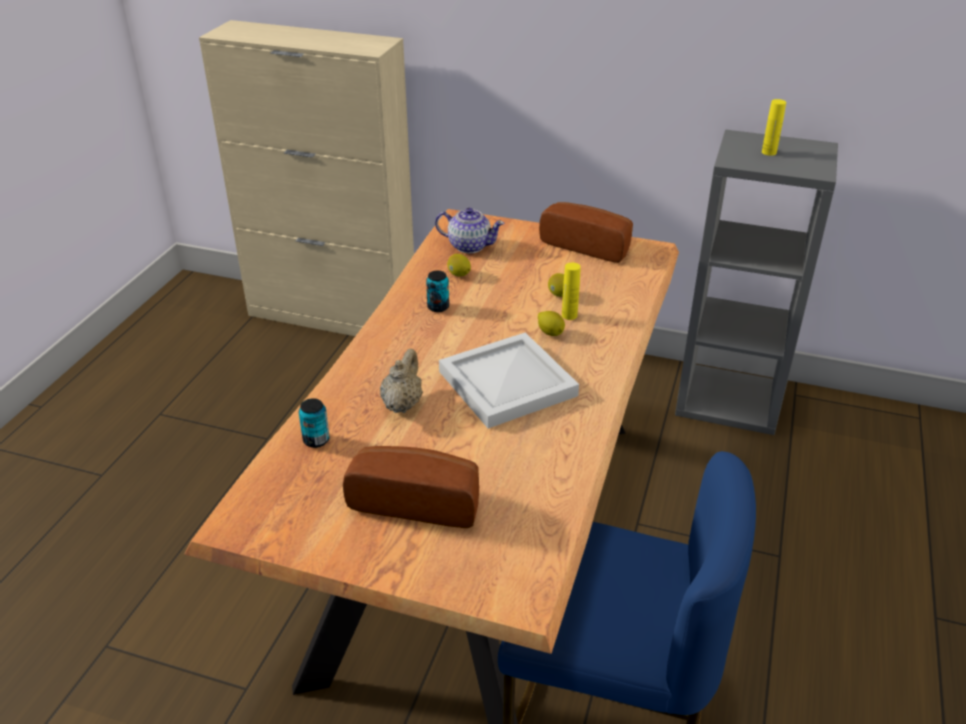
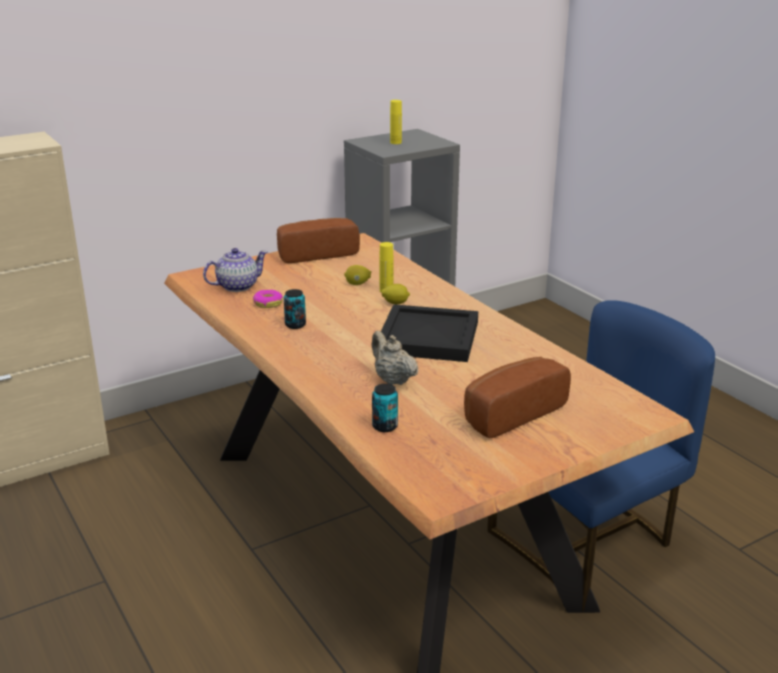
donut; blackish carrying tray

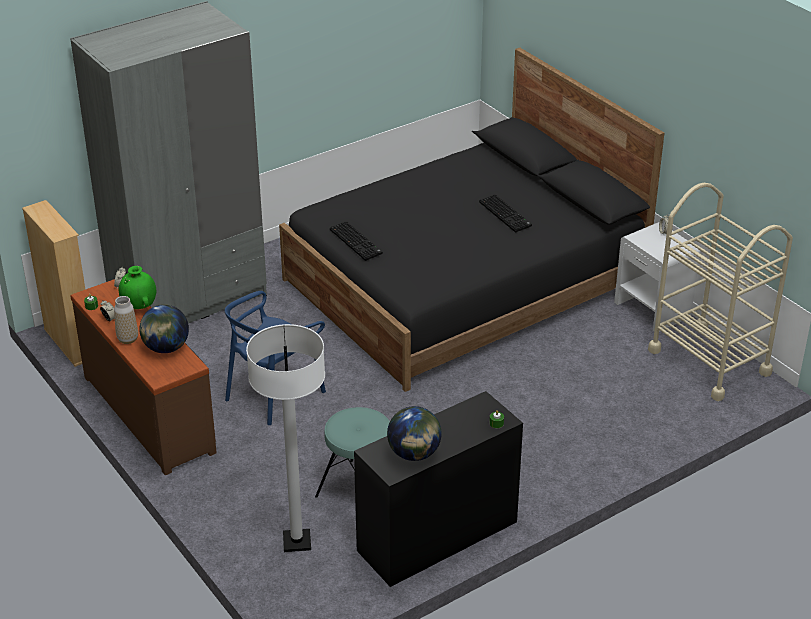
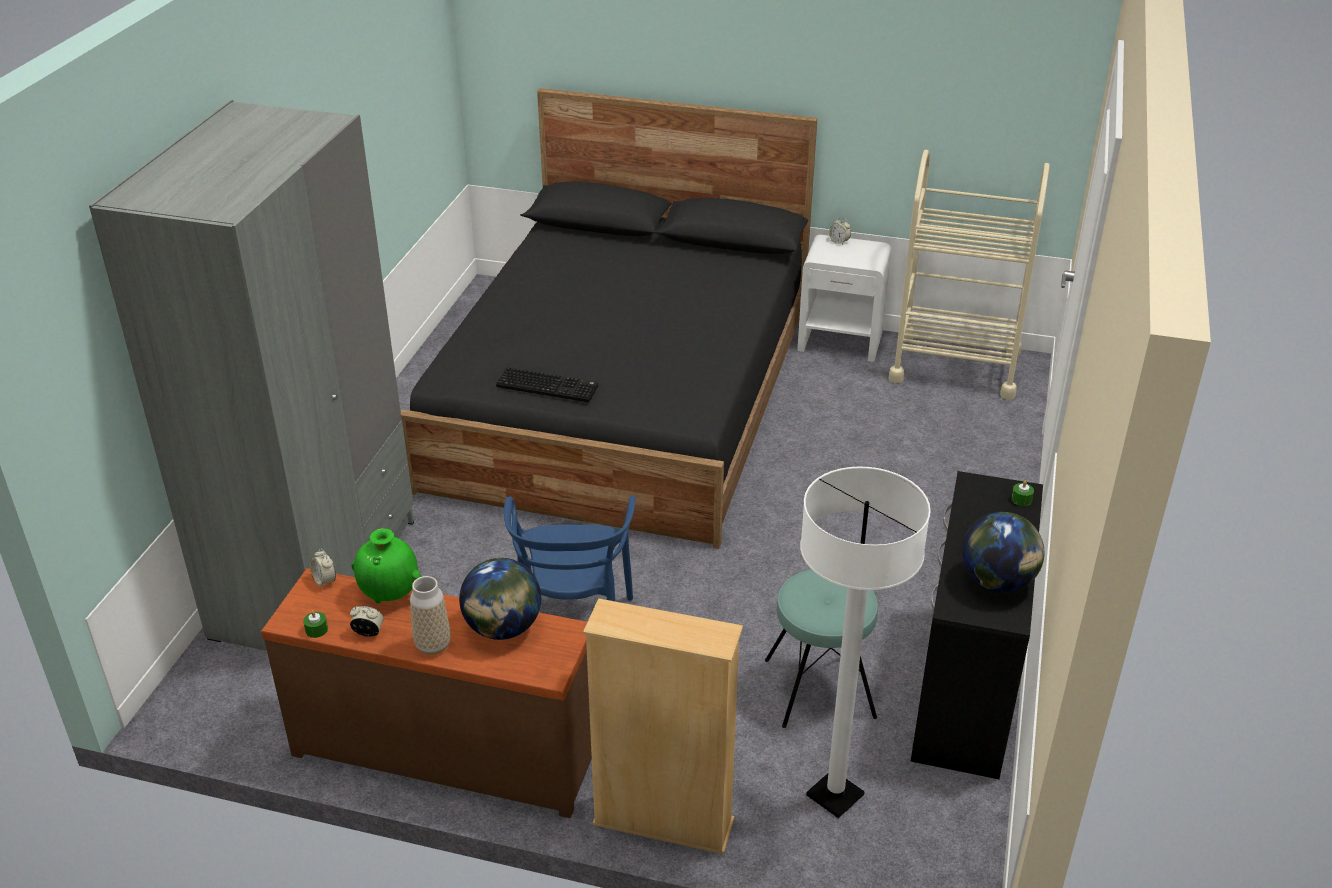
sand-coloured bookshelf; keyboard (2nd from left in the first image)

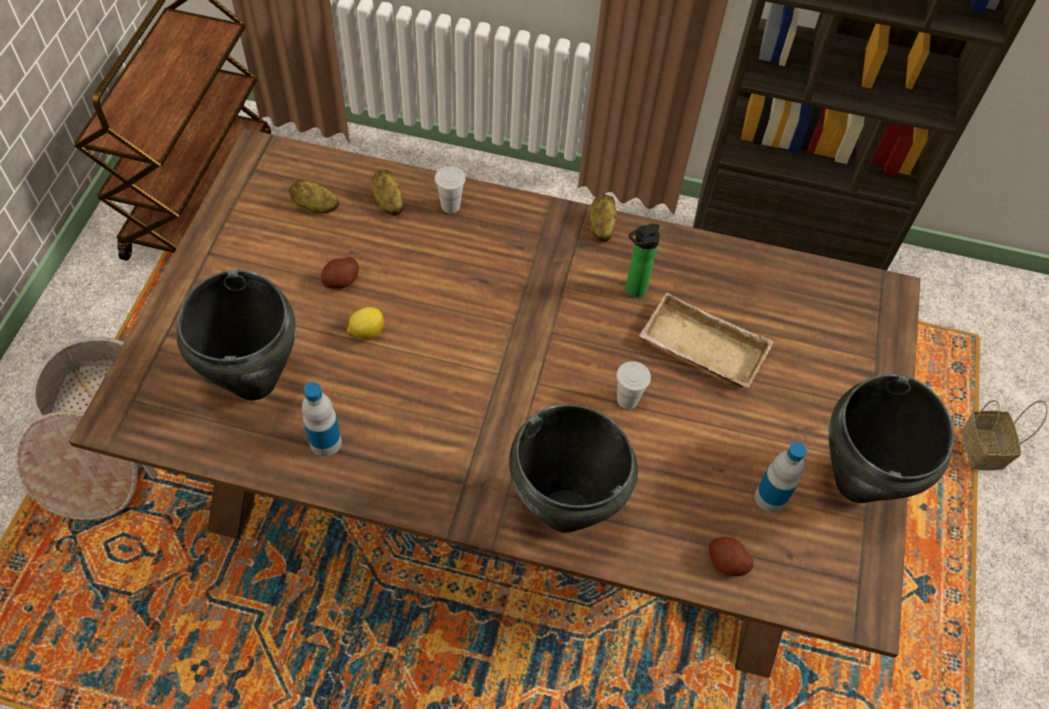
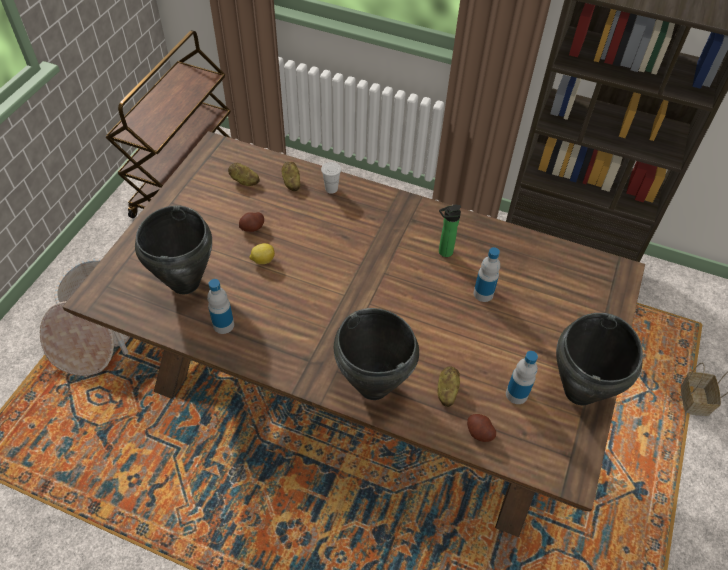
potato (4th from left); beverage bottle (3rd from left); white-coloured cup (2nd from left in the first image)

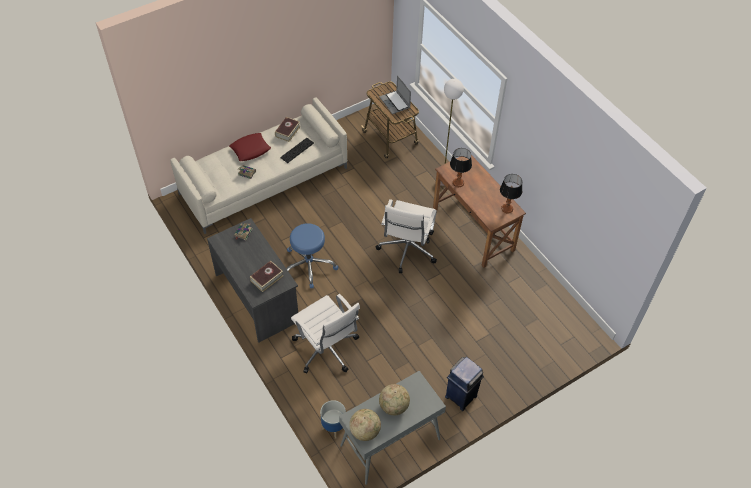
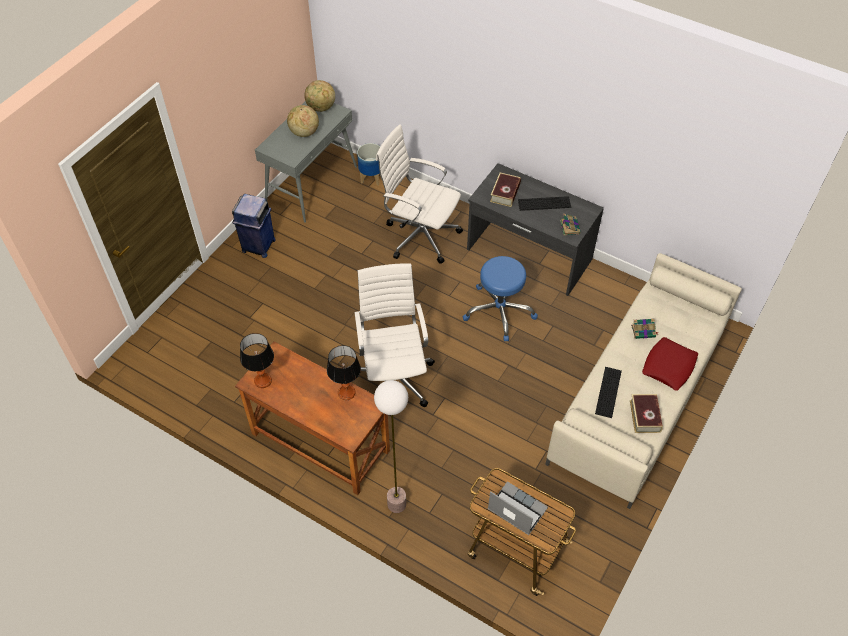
keyboard (1st from left)

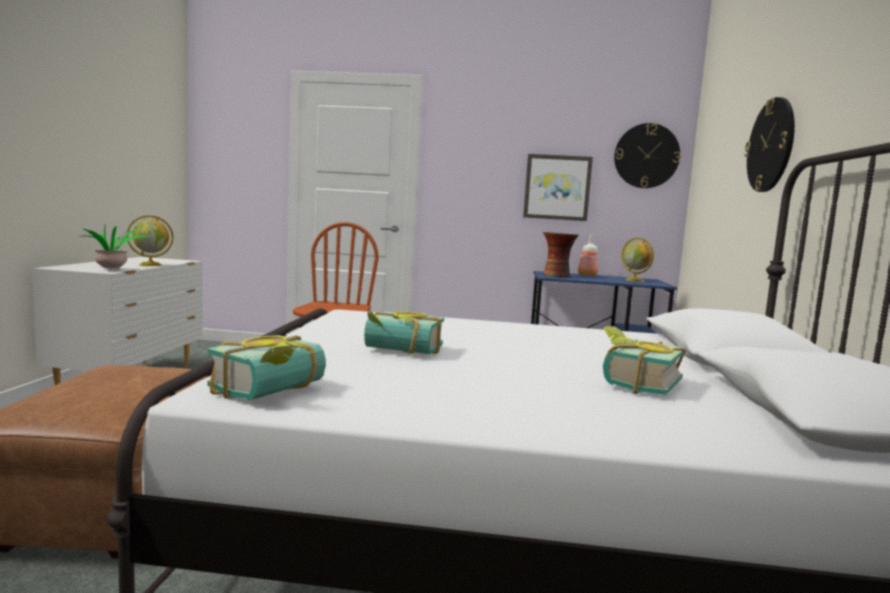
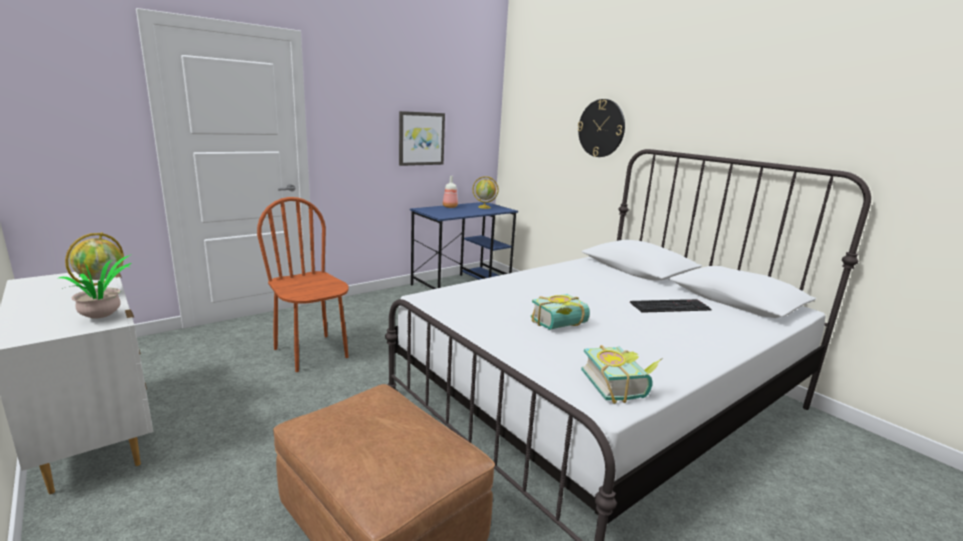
keyboard; vase; wall clock (1st from left in the first image)

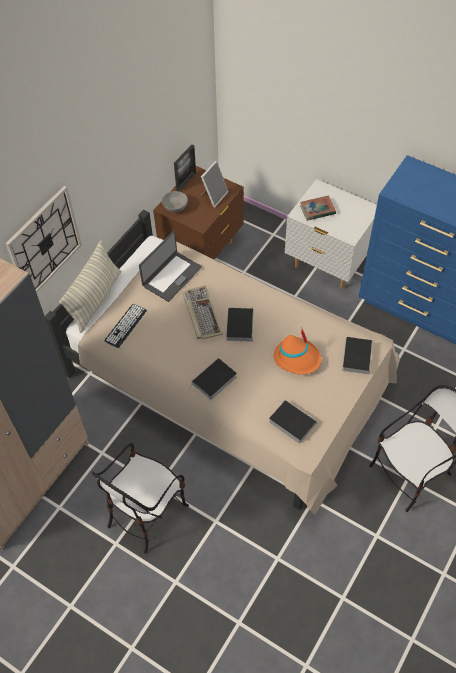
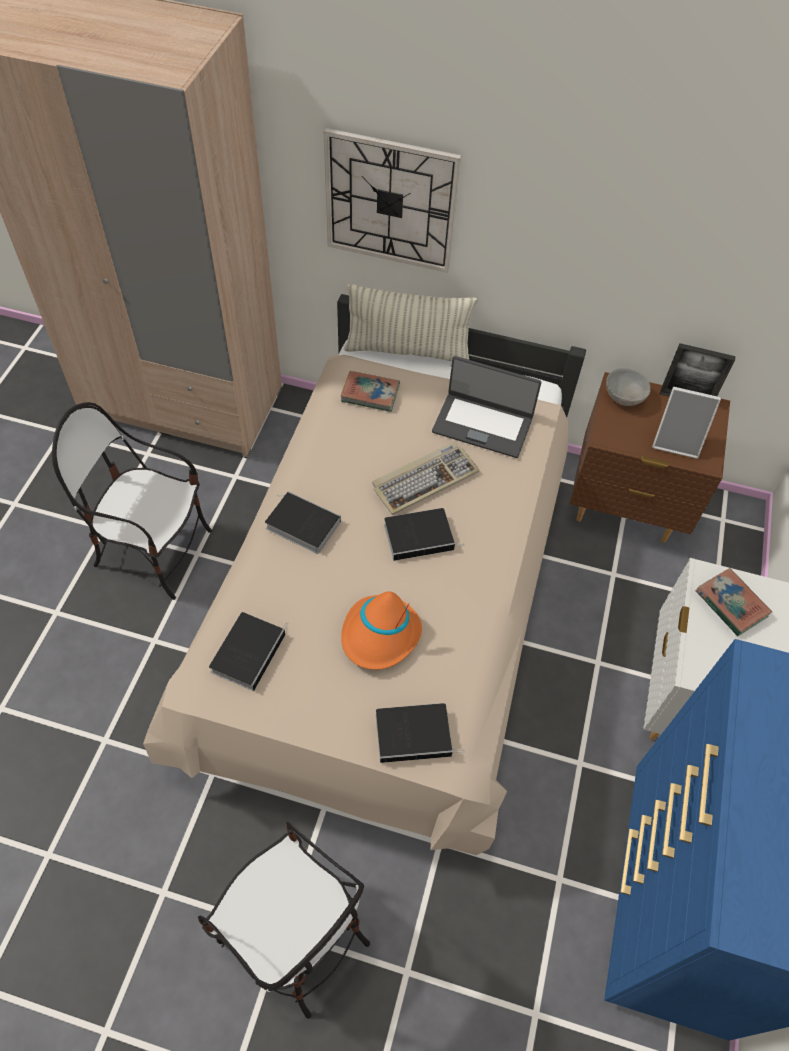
volume (3rd from left)

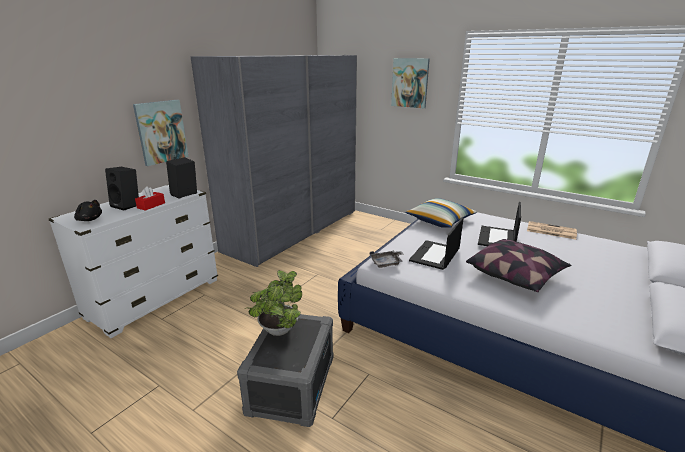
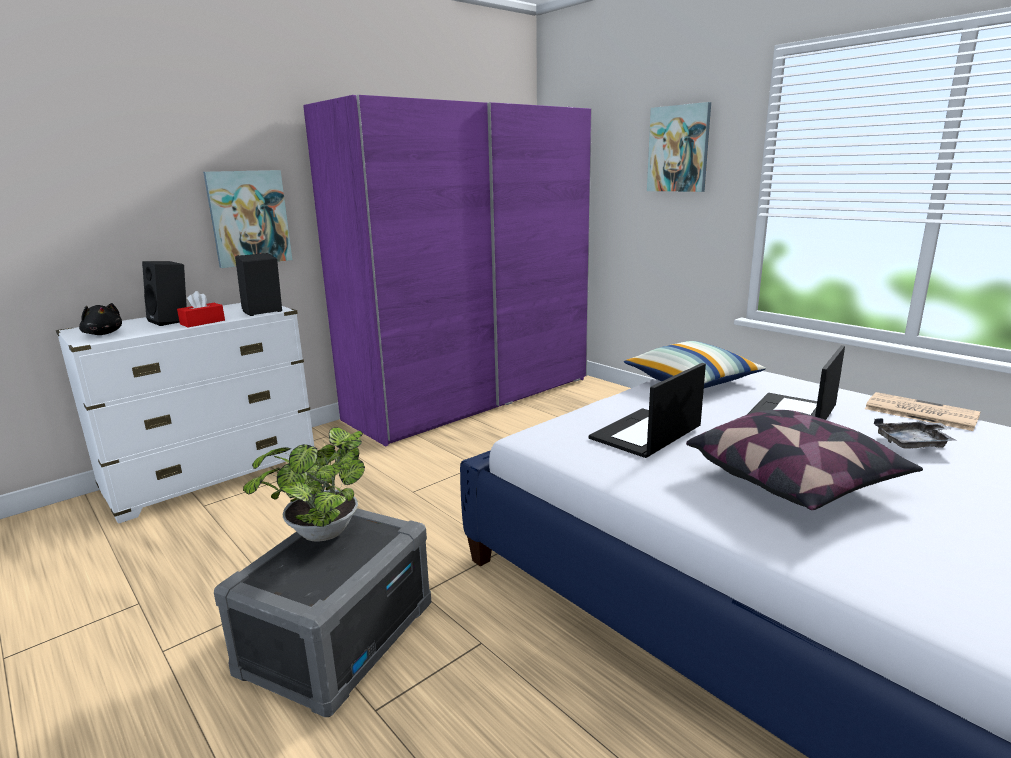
purplish clothes cupboard; gray carrying tray

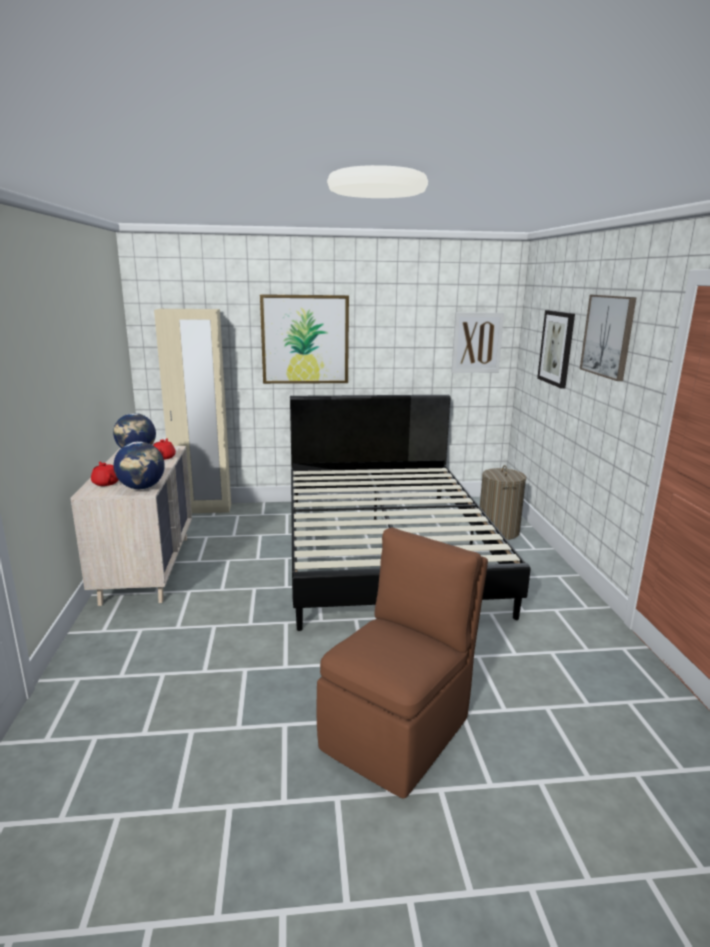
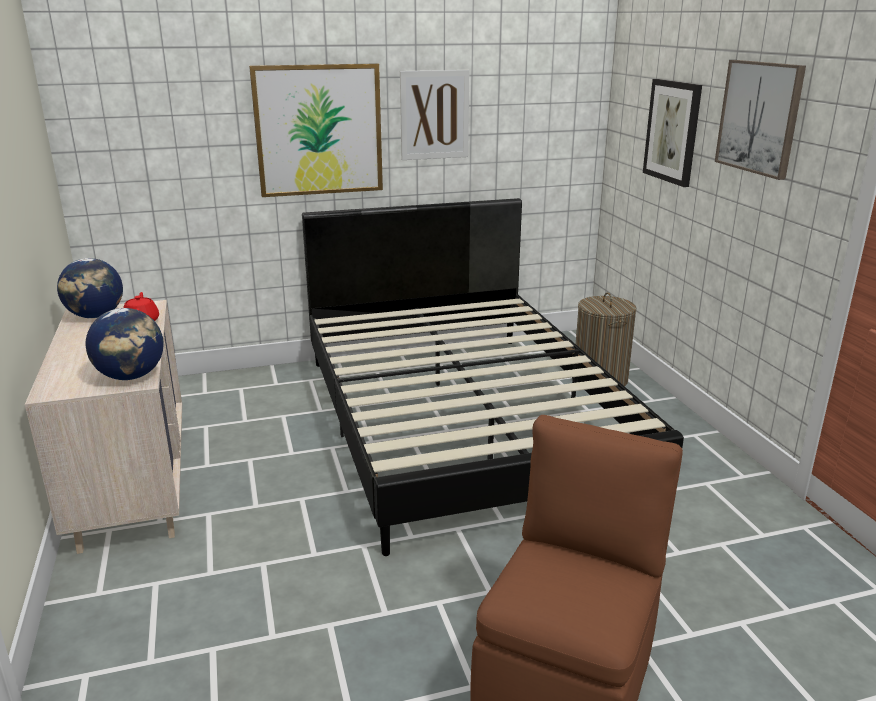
wall art (2nd from left); red teapot (1st from left in the first image); sand-coloured clothes cupboard

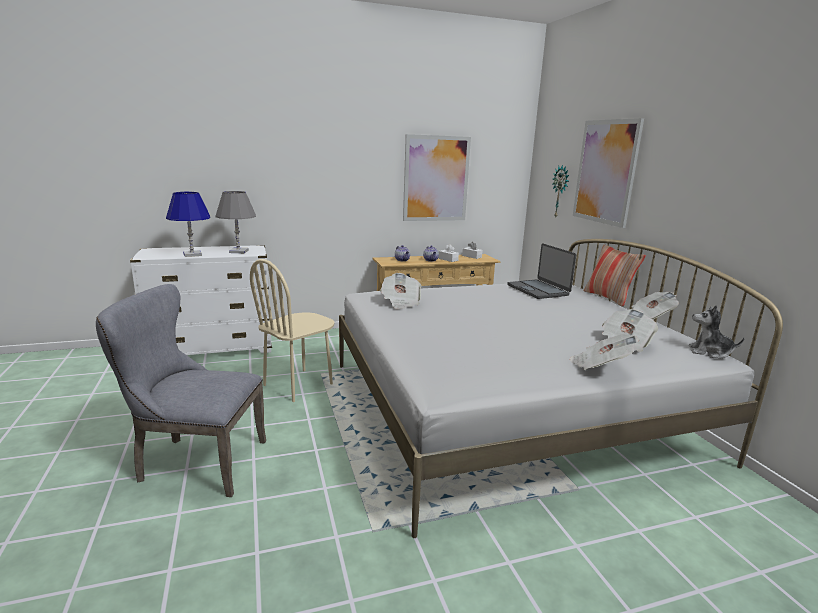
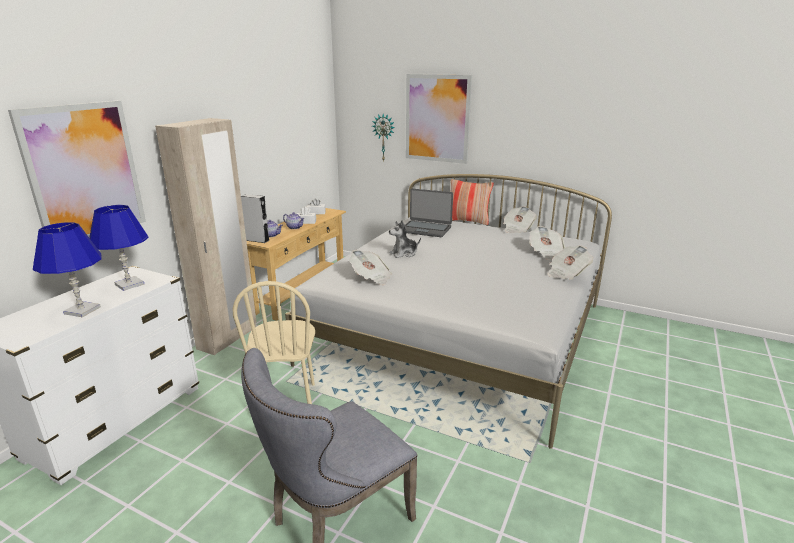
wall art (1st from left); blue tabletop lamp (2nd from left); sand-coloured clothes cupboard; gray speaker; cuddly toy

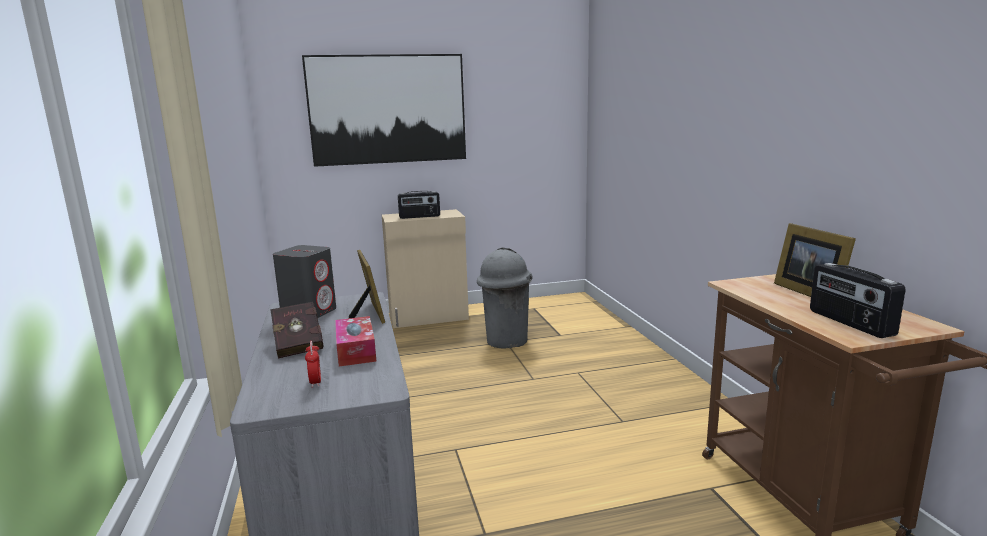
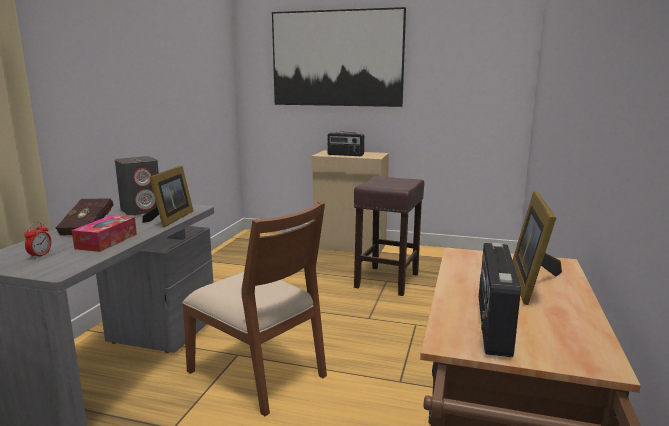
brown plain chair; brown stool seat

